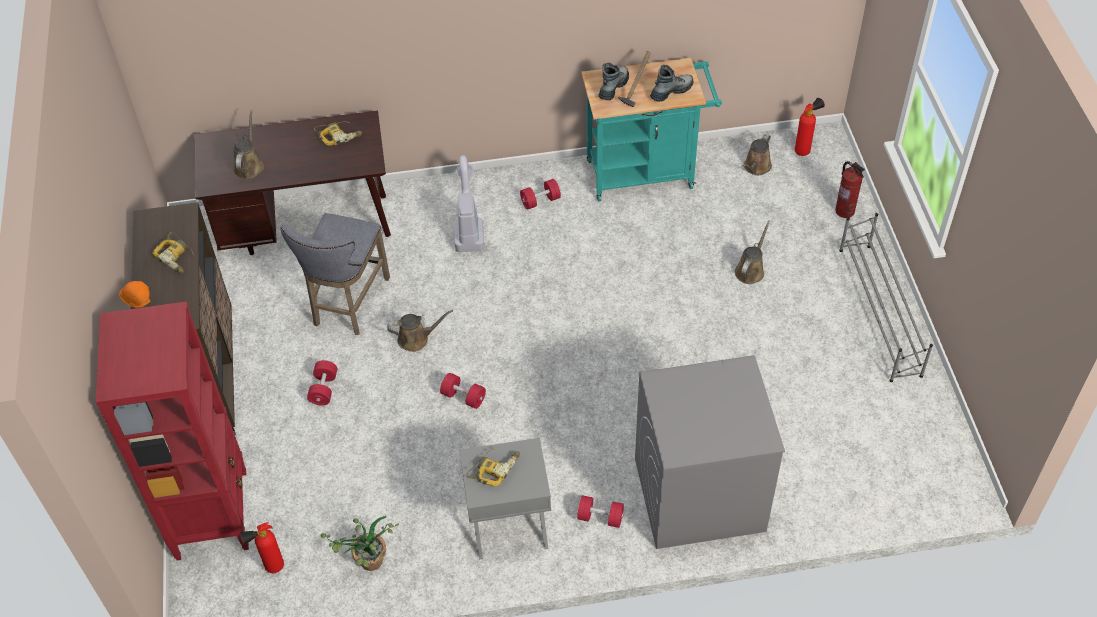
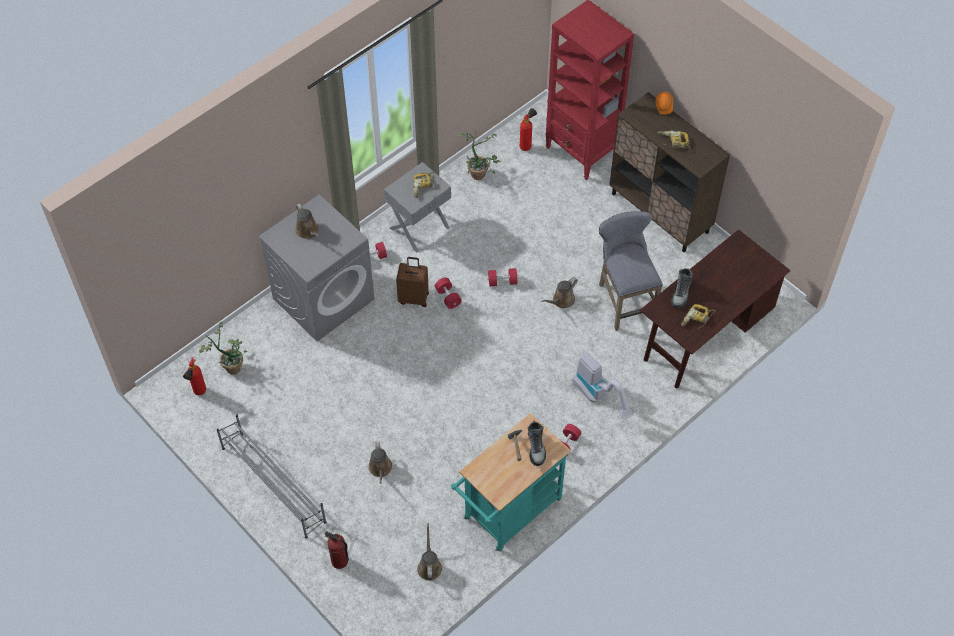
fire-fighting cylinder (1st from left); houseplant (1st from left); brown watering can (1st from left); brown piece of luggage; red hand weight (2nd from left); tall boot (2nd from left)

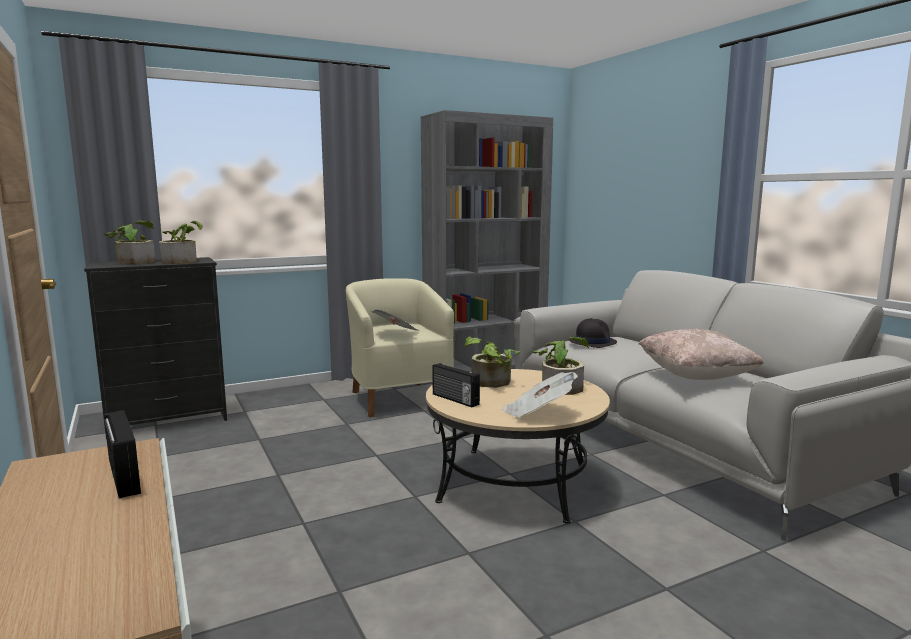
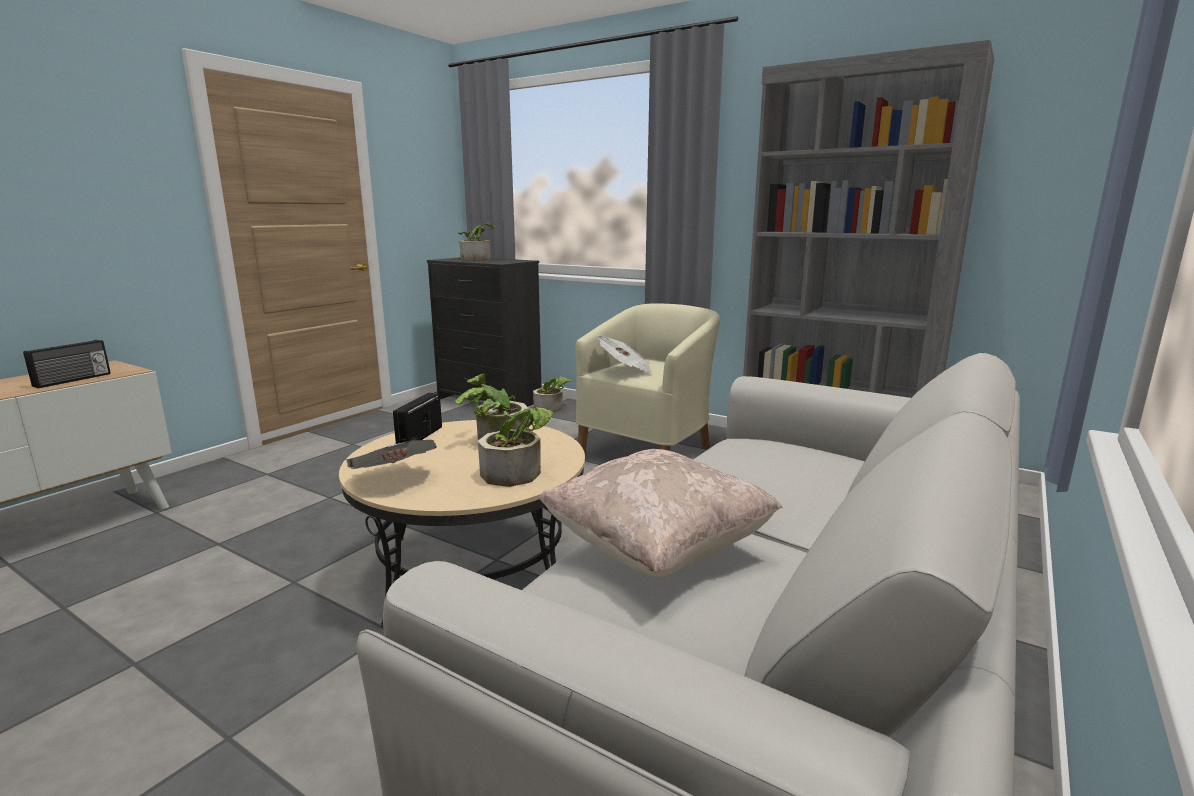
houseplant (4th from left); blackish wearable hat

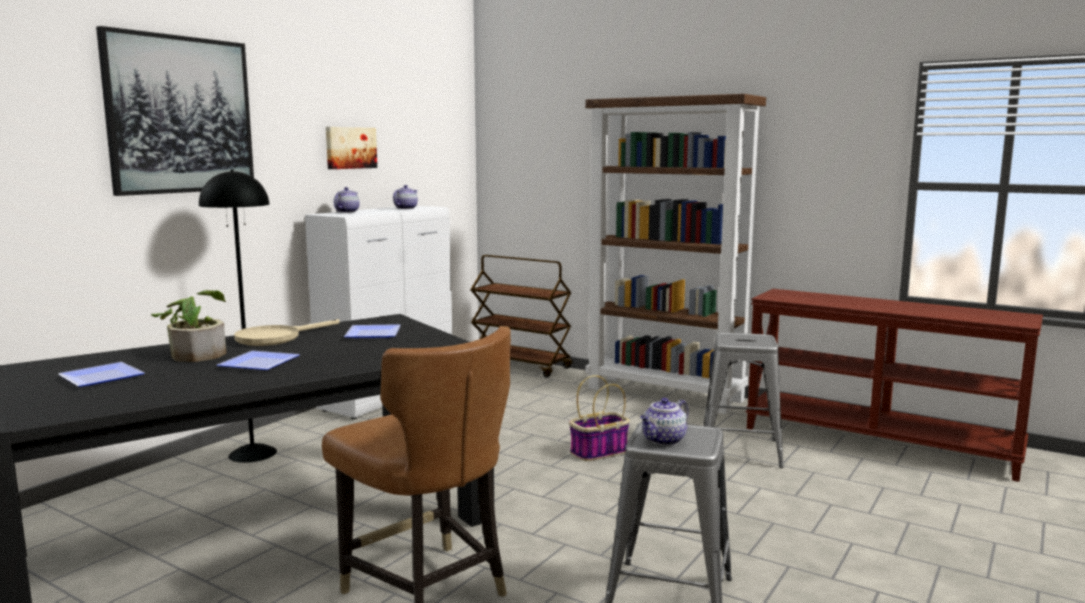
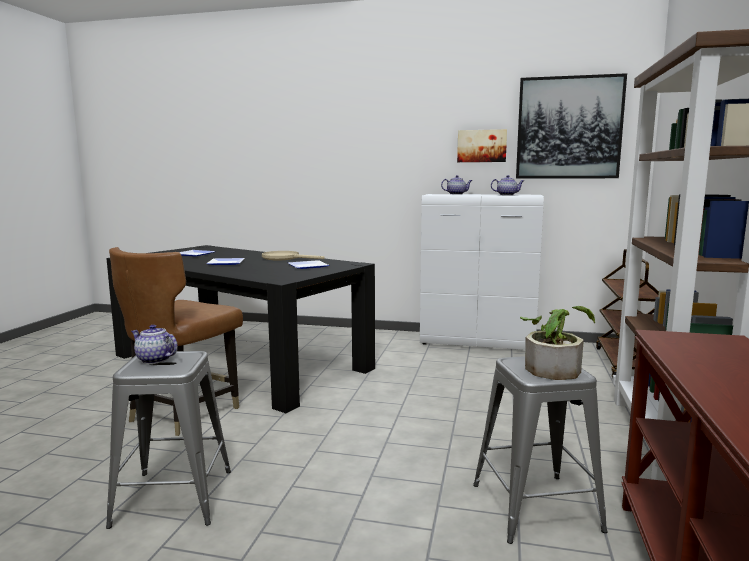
wall art (2nd from left); houseplant; blackish floor lamp; basket

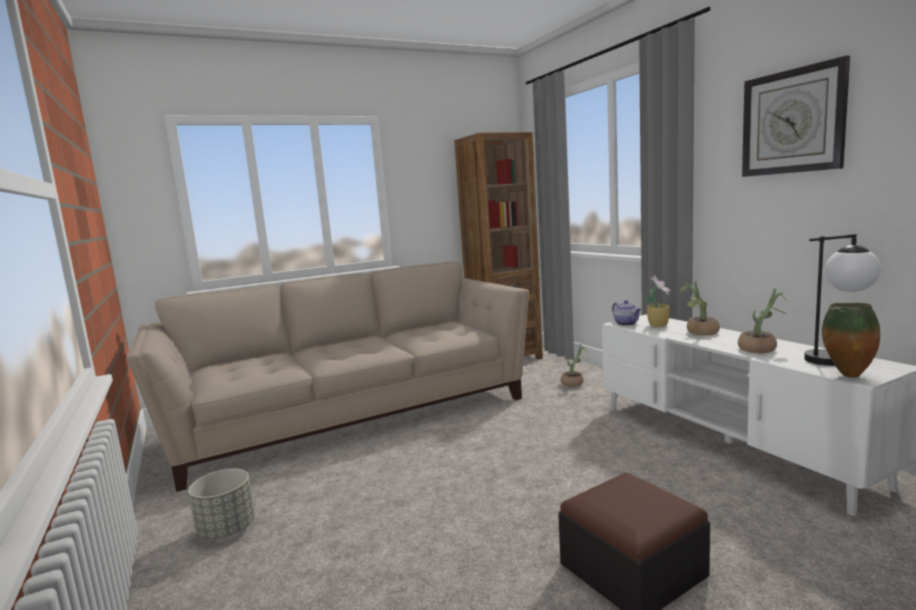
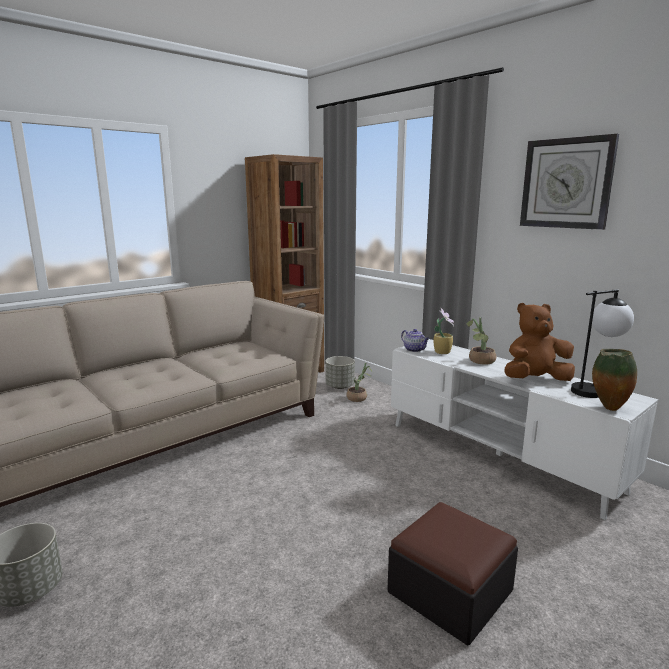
gray planter (2nd from left); brown cuddly toy

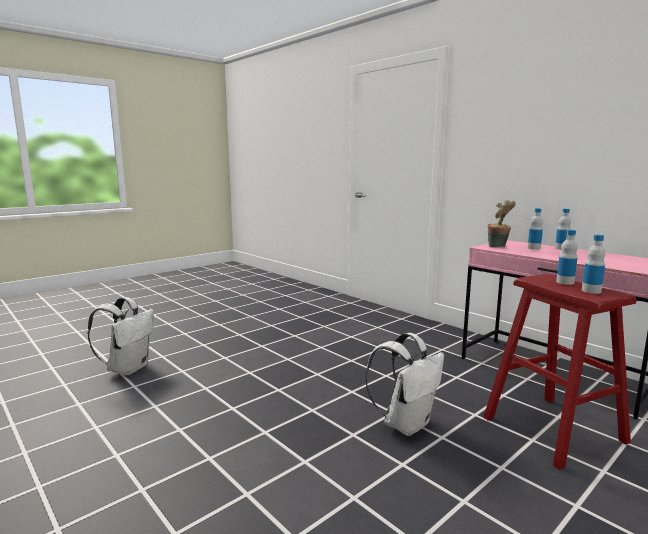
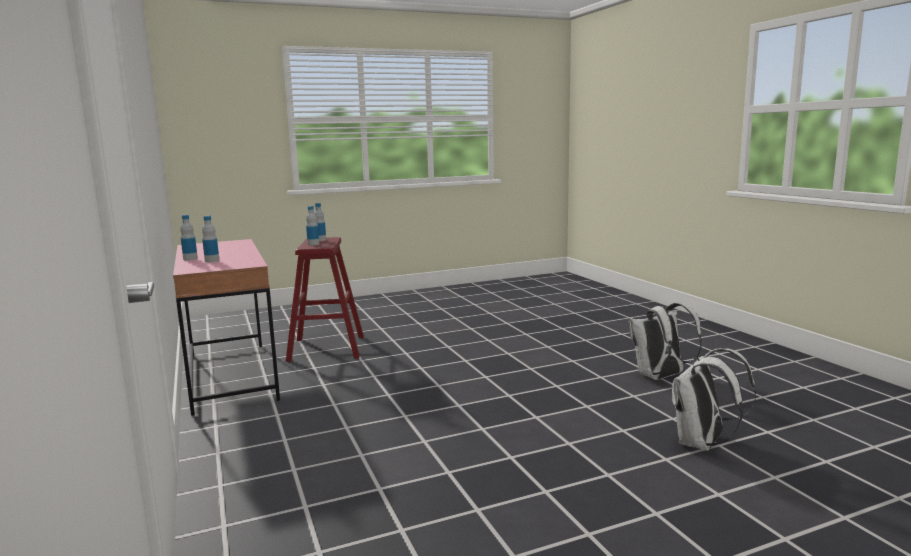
white-coloured knapsack (1st from left); houseplant

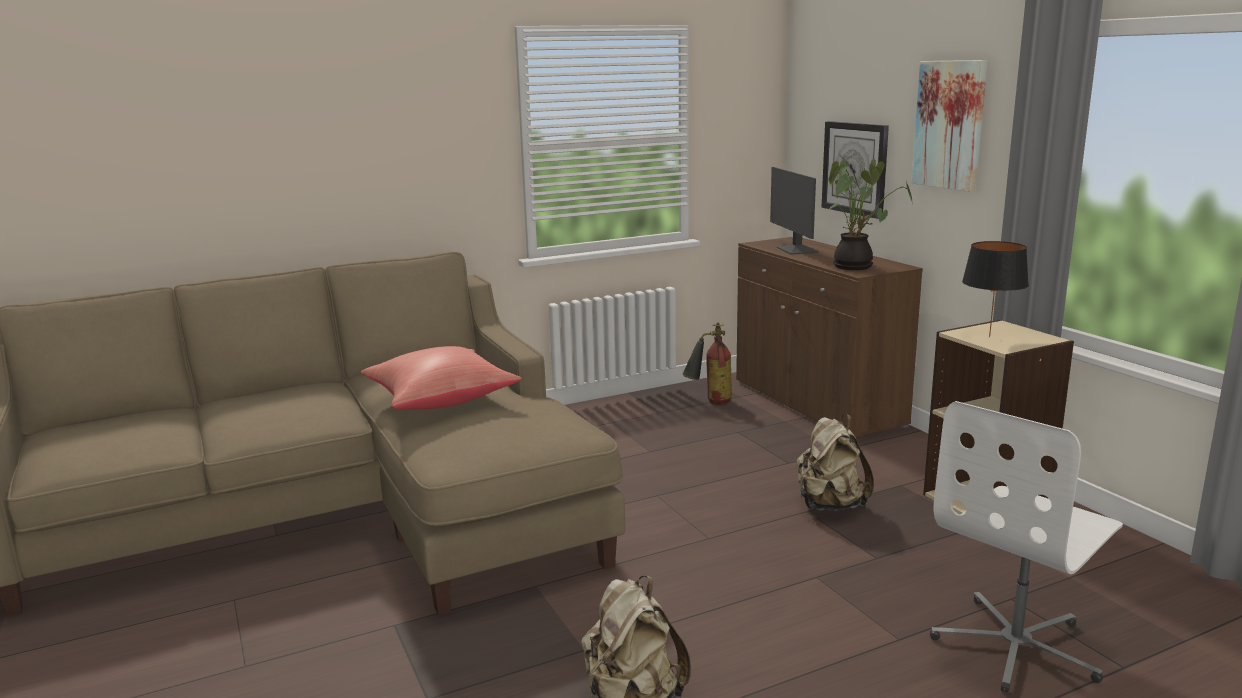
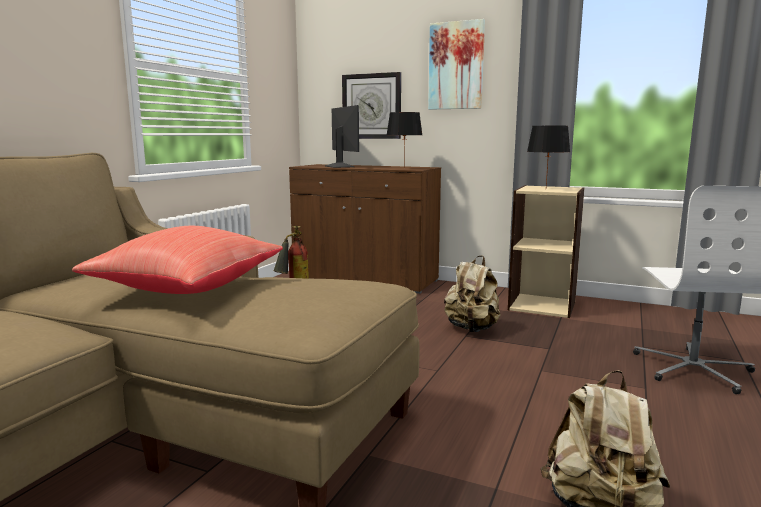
computer display; blackish tabletop lamp (1st from left)

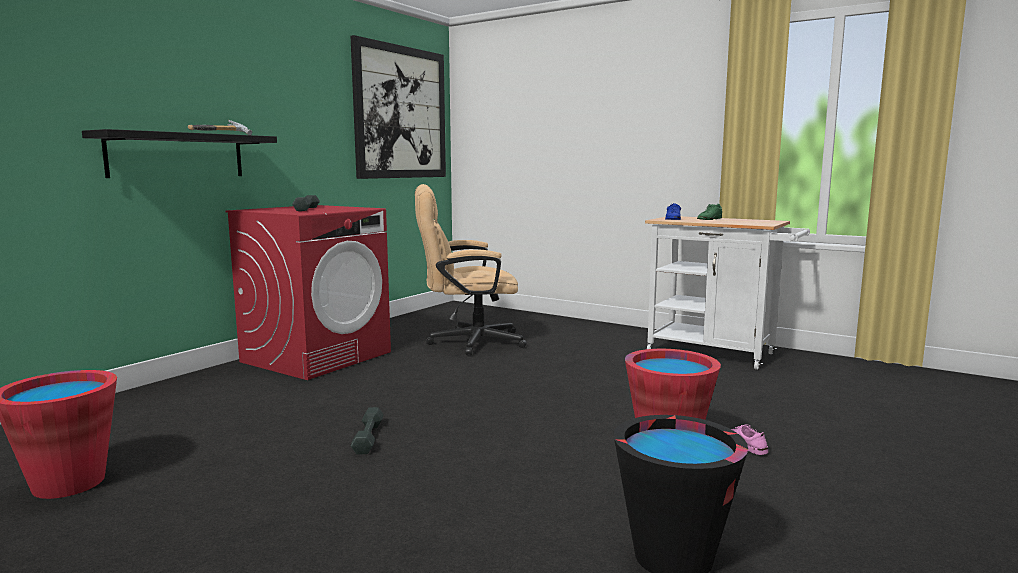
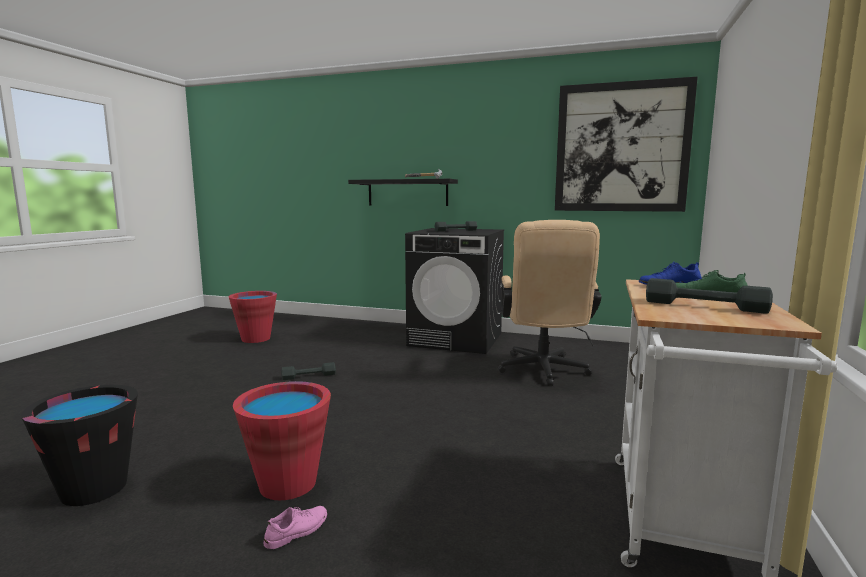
blackish washing machine; sand-coloured office chair; gray hand weight (3rd from left)

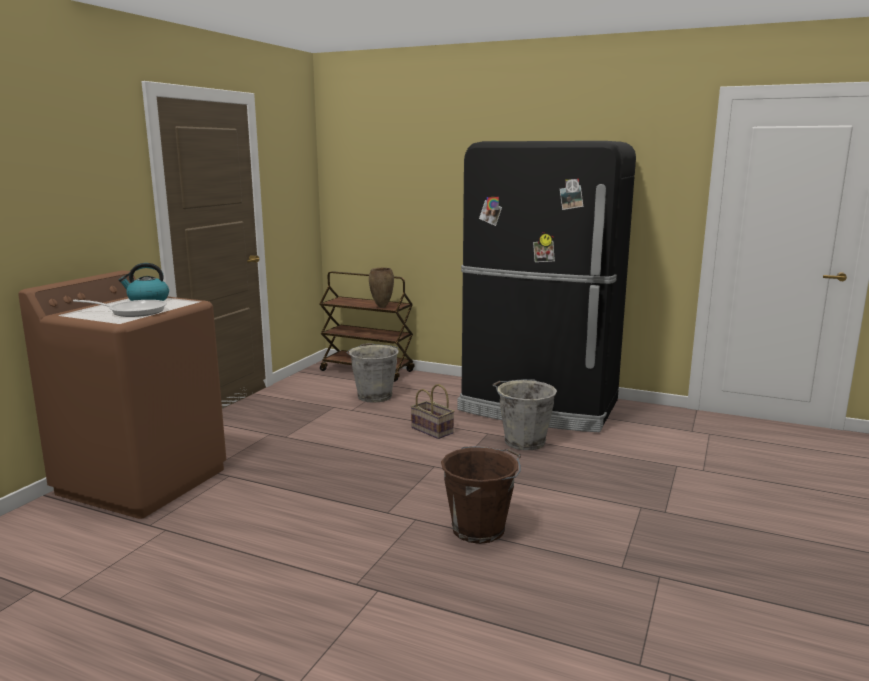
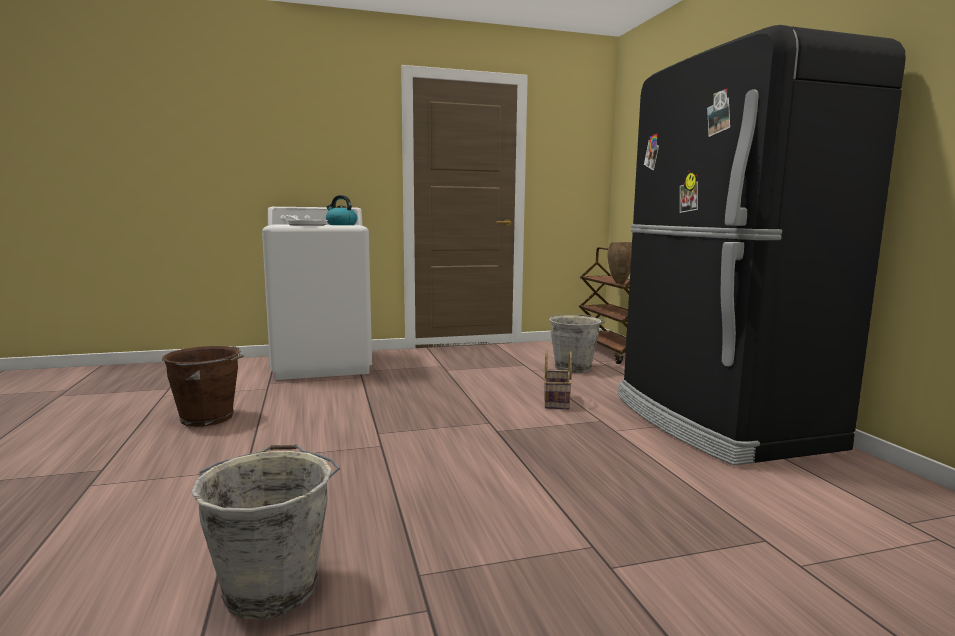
brown bucket; gray bucket (1st from left); white-coloured washing machine

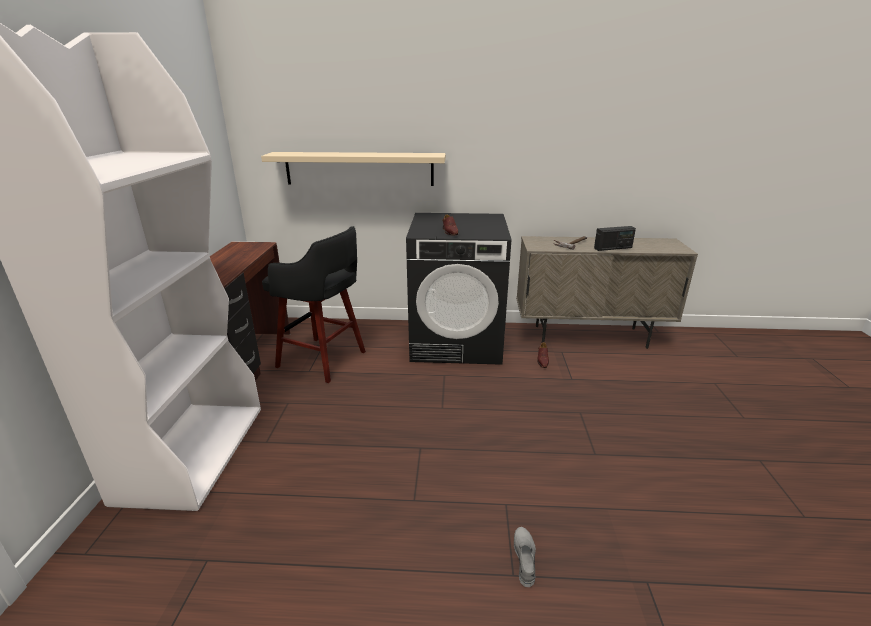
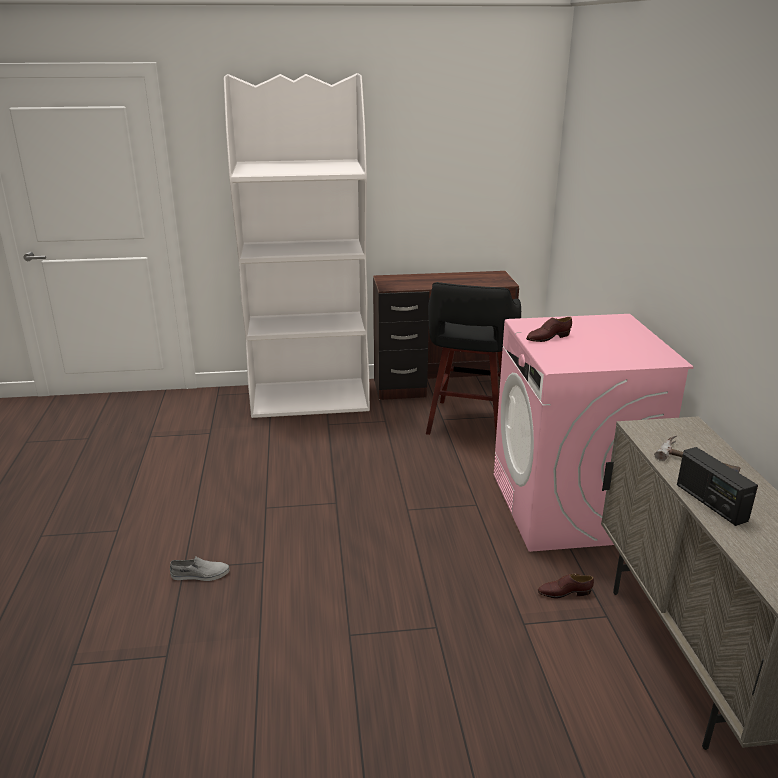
pinkish washing machine; sand-coloured wall shelf

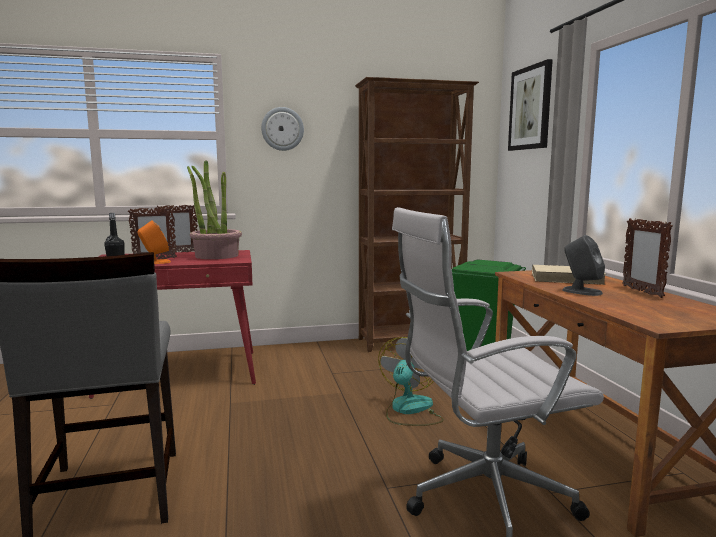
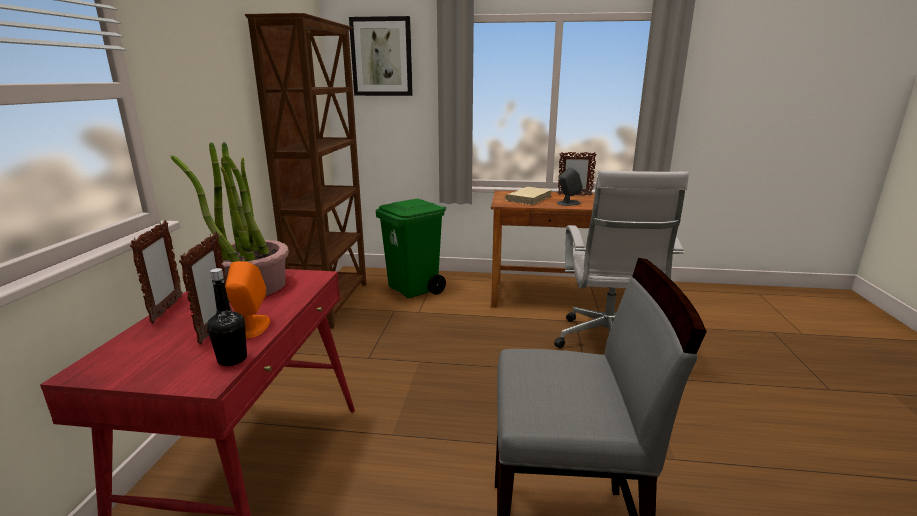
wall clock; cooling fan

